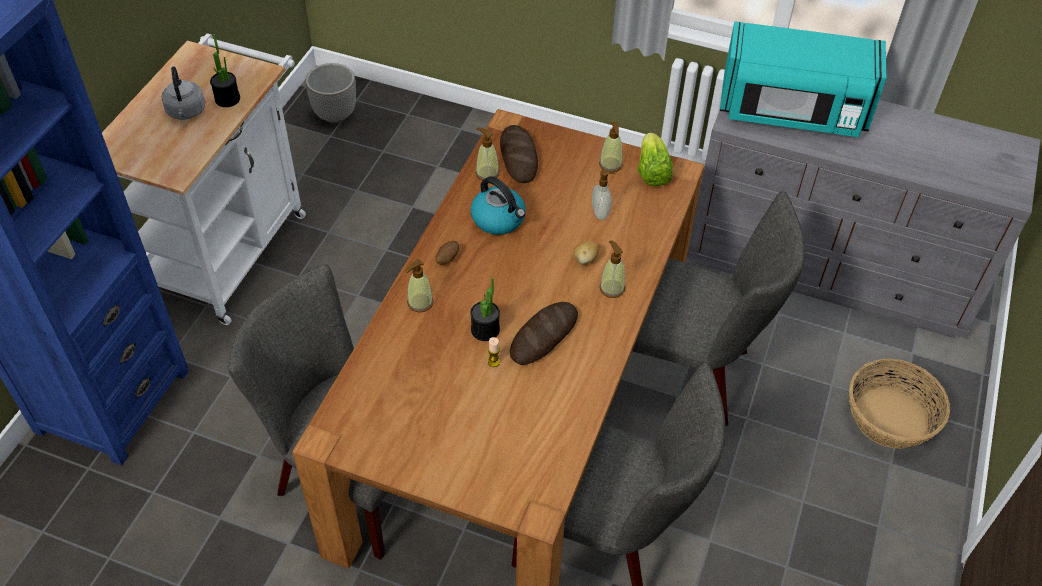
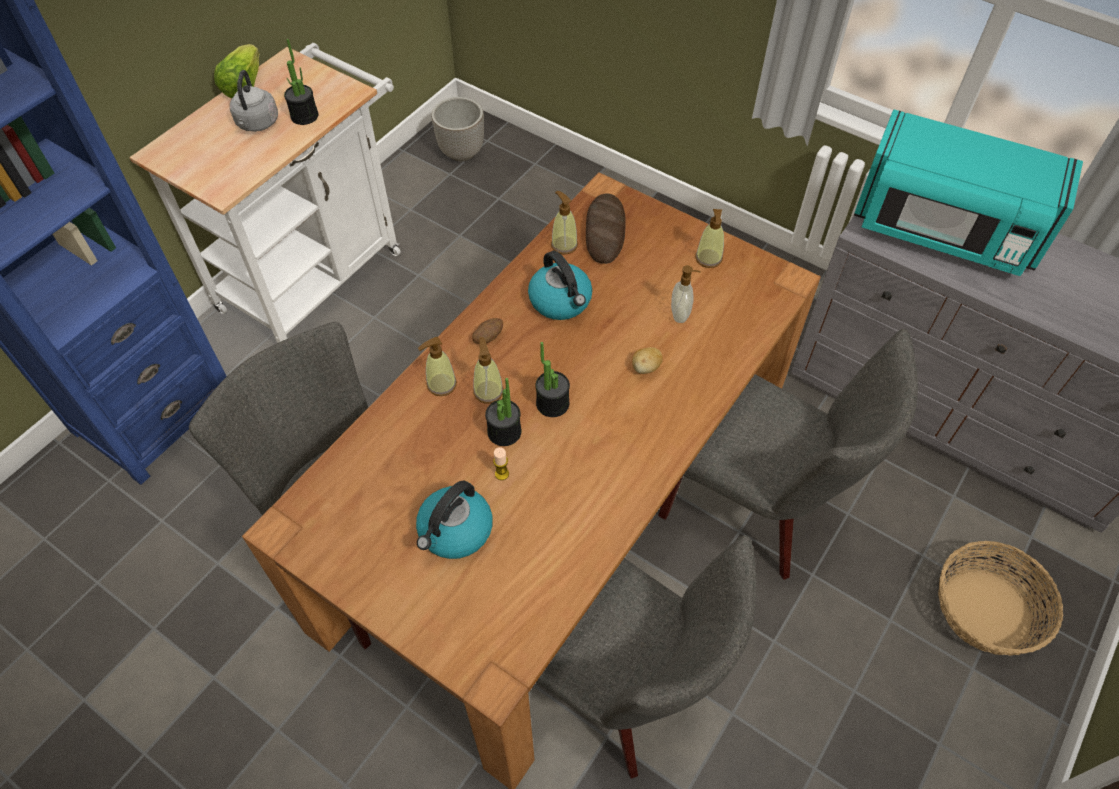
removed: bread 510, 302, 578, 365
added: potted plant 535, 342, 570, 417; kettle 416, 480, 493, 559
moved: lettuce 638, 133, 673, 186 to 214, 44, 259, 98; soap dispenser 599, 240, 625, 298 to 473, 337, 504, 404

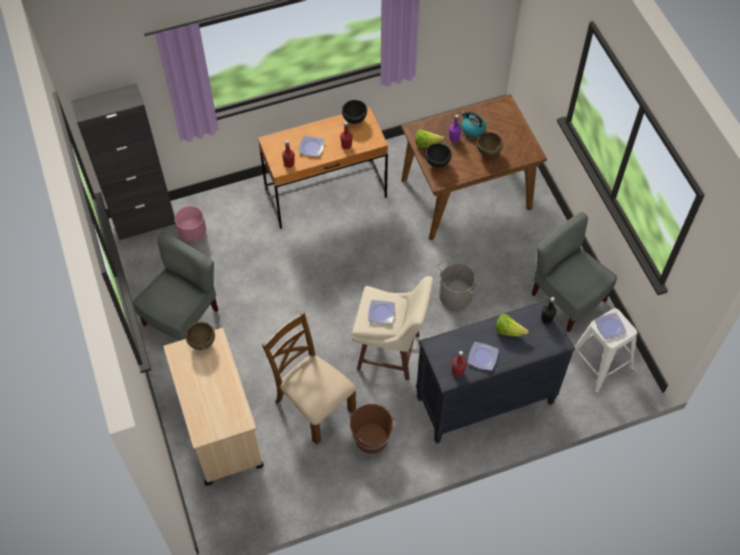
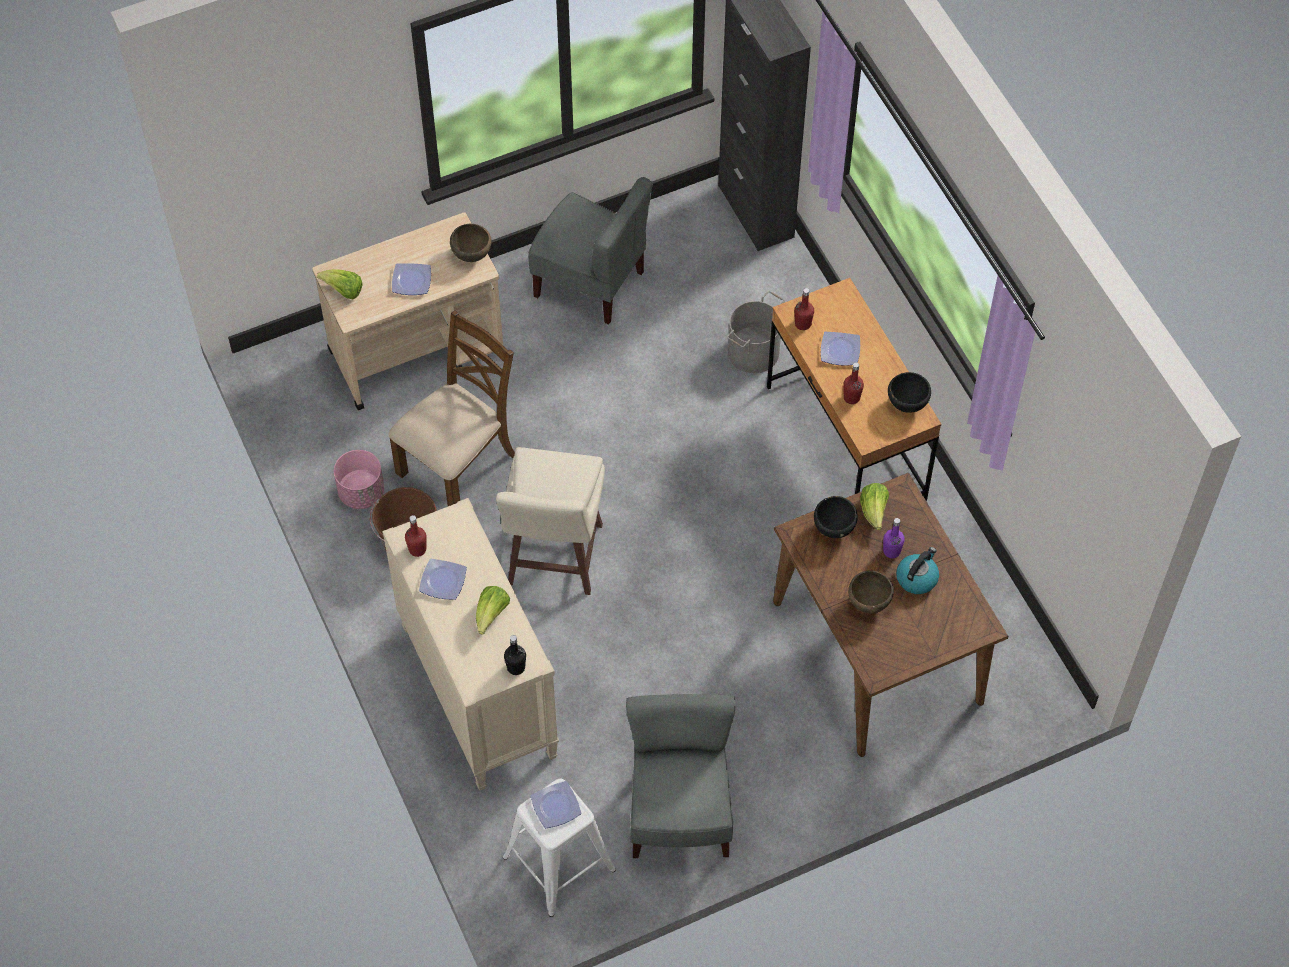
added: lettuce 317, 269, 363, 299
moved: planter/pink 175, 206, 206, 242 to 334, 450, 384, 509; bucket/grey 436, 258, 480, 310 to 727, 291, 785, 373; plate 368, 300, 395, 324 to 392, 263, 431, 295
recoloured: dresser/black 416, 299, 575, 444 to dresser/beige 382, 498, 559, 790
turned: chair/grey 532, 212, 617, 333 = 626, 694, 736, 858 45 degrees counterclockwise

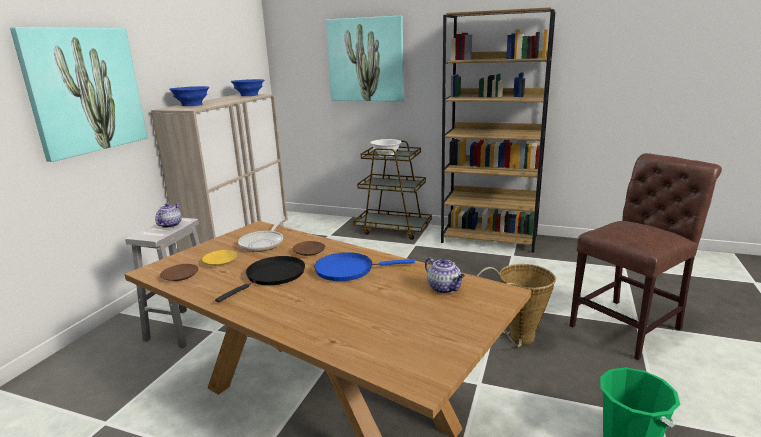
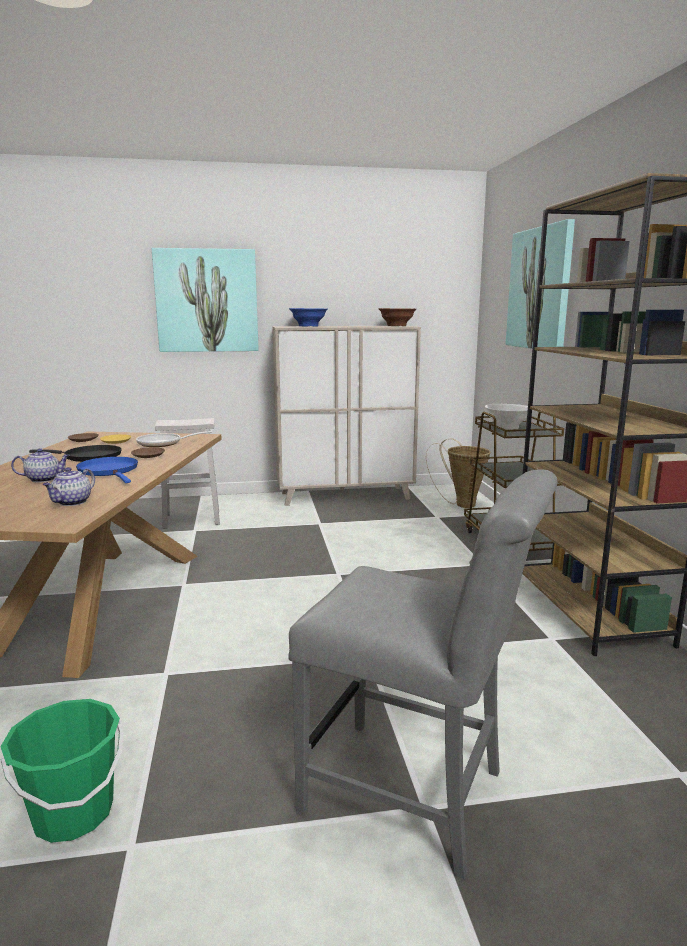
moved: teapot 155, 203, 182, 228 to 11, 448, 70, 482; basket 477, 264, 556, 347 to 426, 439, 490, 508
recoloured: bowl/blue 231, 79, 264, 96 to bowl/brown 378, 308, 416, 326; chair/brown 570, 153, 722, 360 to chair/grey 288, 469, 558, 879

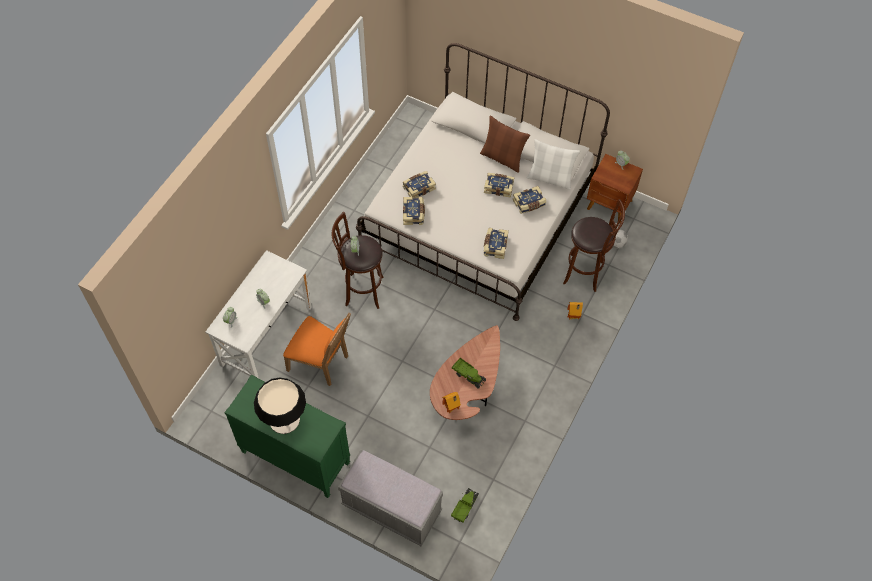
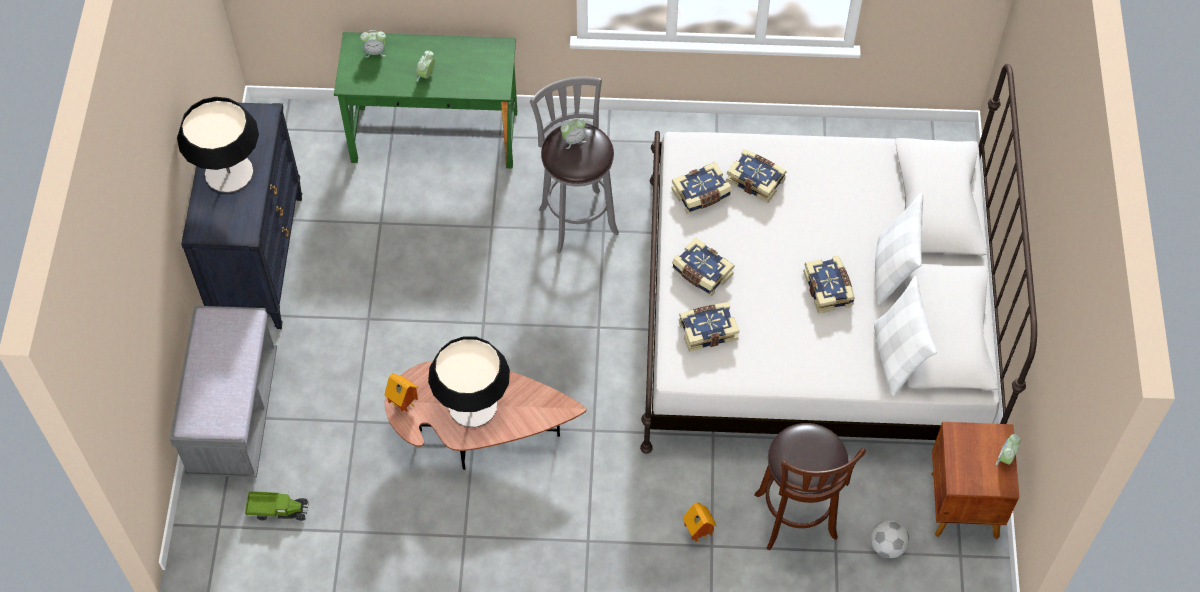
removed: chair/orange 283, 313, 351, 386
moved: book 513, 186, 546, 214 to 672, 237, 734, 296
replaced: toy truck 452, 358, 486, 389 to table lamp 428, 336, 510, 427
recoloured: pillow/brown 480, 116, 530, 173 to pillow/white 875, 193, 923, 306; stool/brown 332, 212, 384, 309 to stool/grey 530, 76, 619, 254; desk/white 205, 250, 312, 379 to desk/green 334, 32, 517, 168; dresser/green 224, 374, 350, 498 to dresser/black 181, 103, 302, 329

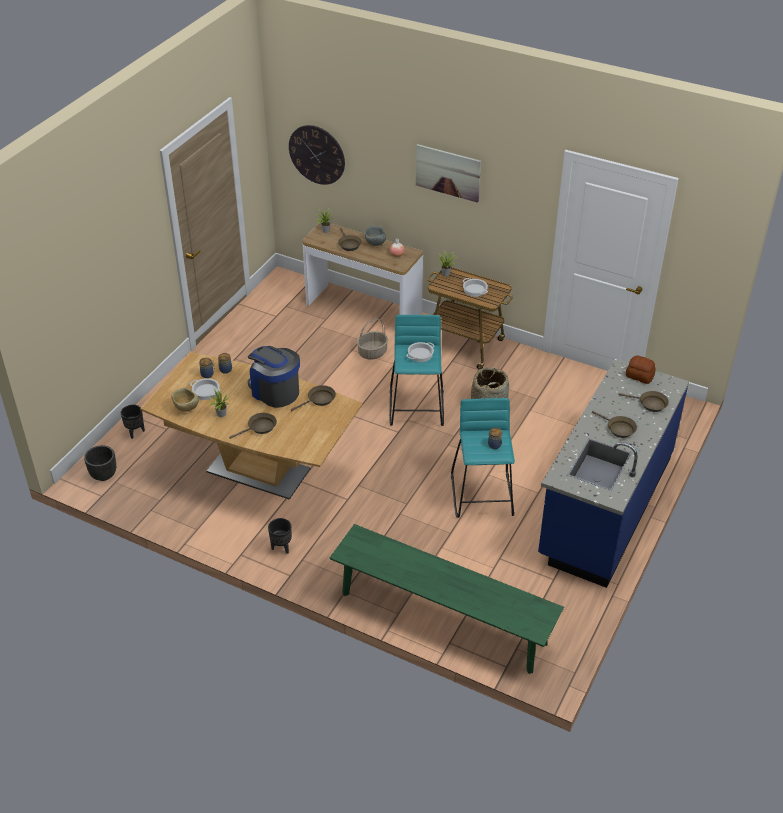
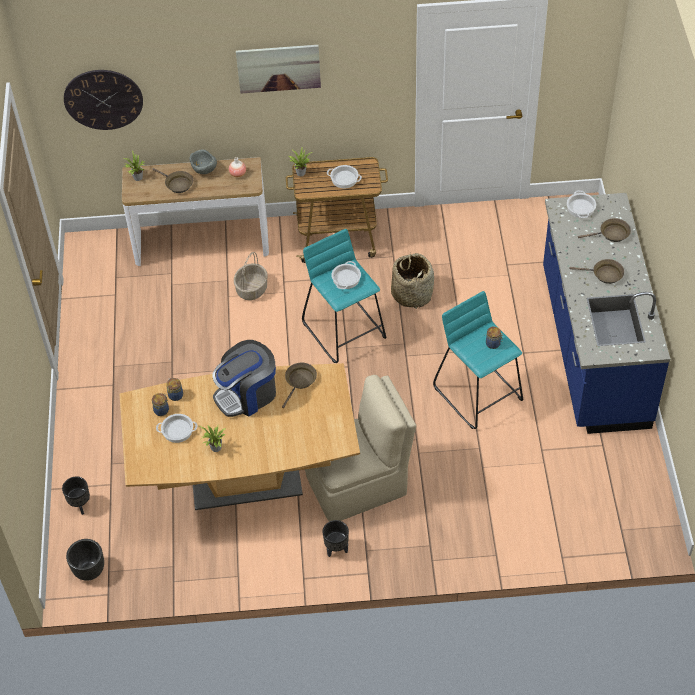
removed: bowl/beige 172, 388, 199, 412; frying pan/brown 229, 413, 277, 439; bench/green 330, 524, 564, 674
added: chair/beige 305, 375, 416, 522
replaced: bread 626, 355, 655, 384 to cooking pot 567, 190, 596, 218
turned: coffee machine 247, 346, 300, 408 = 212, 340, 276, 417 45 degrees counterclockwise

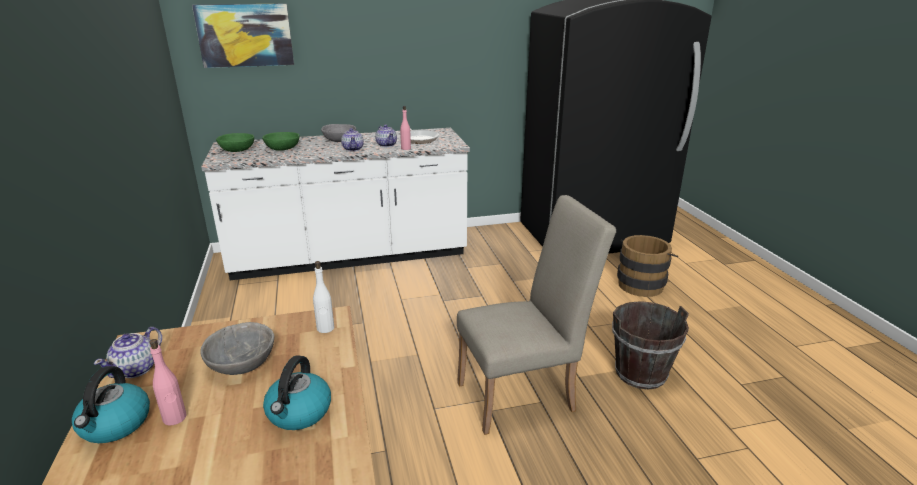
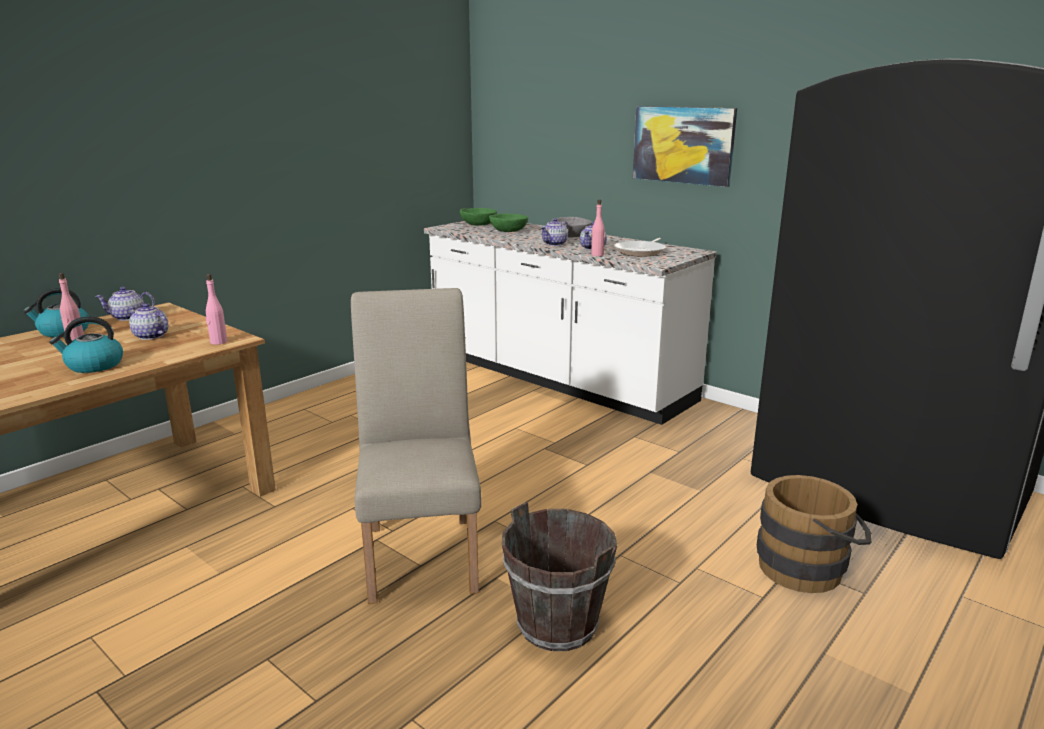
moved: picture 192, 4, 294, 68 to 633, 106, 737, 187
replaced: bowl/grey 200, 322, 274, 375 to teapot 129, 303, 168, 340
recoloured: bottle/white 313, 261, 334, 333 to bottle/pink 206, 274, 227, 345
turned: chair/beige 457, 195, 616, 435 = 351, 288, 481, 604 135 degrees counterclockwise

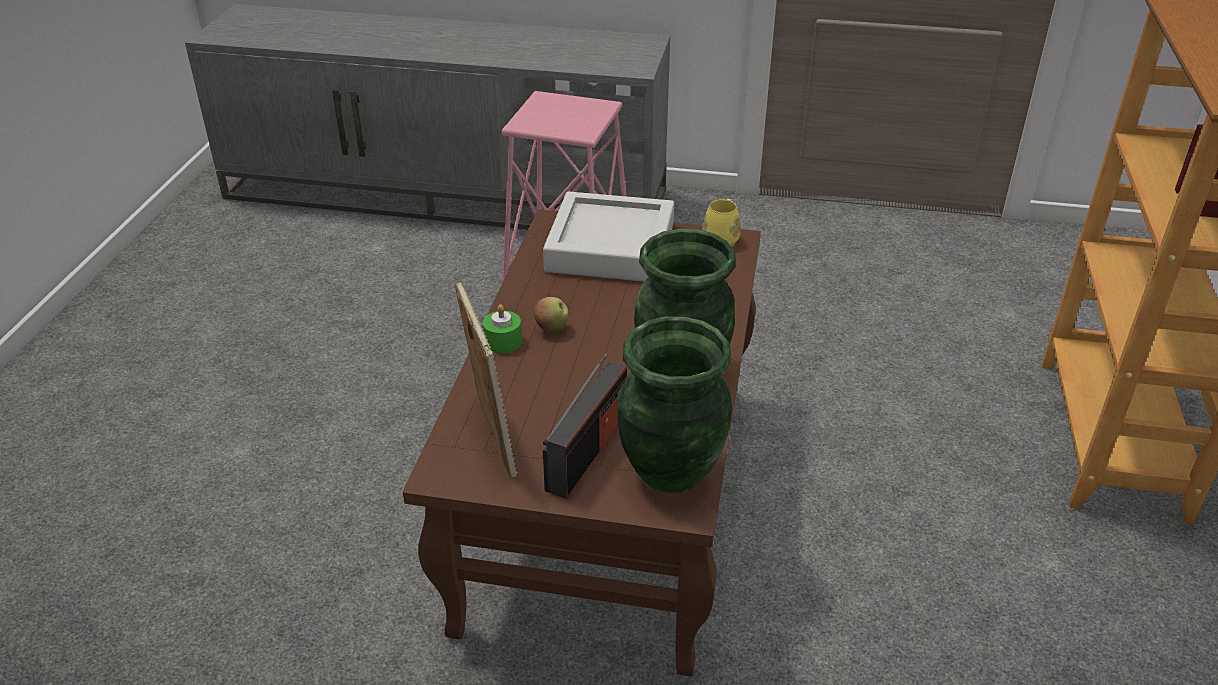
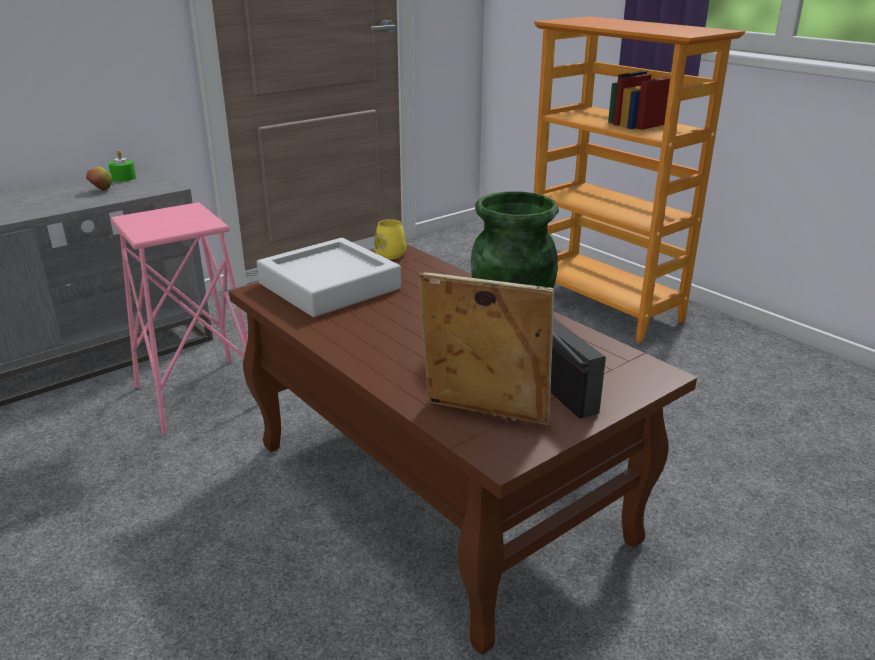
removed: vase/green 618, 316, 732, 493
moved: apple 534, 297, 568, 333 to 86, 167, 112, 190; candle/green 483, 304, 522, 353 to 108, 150, 136, 182

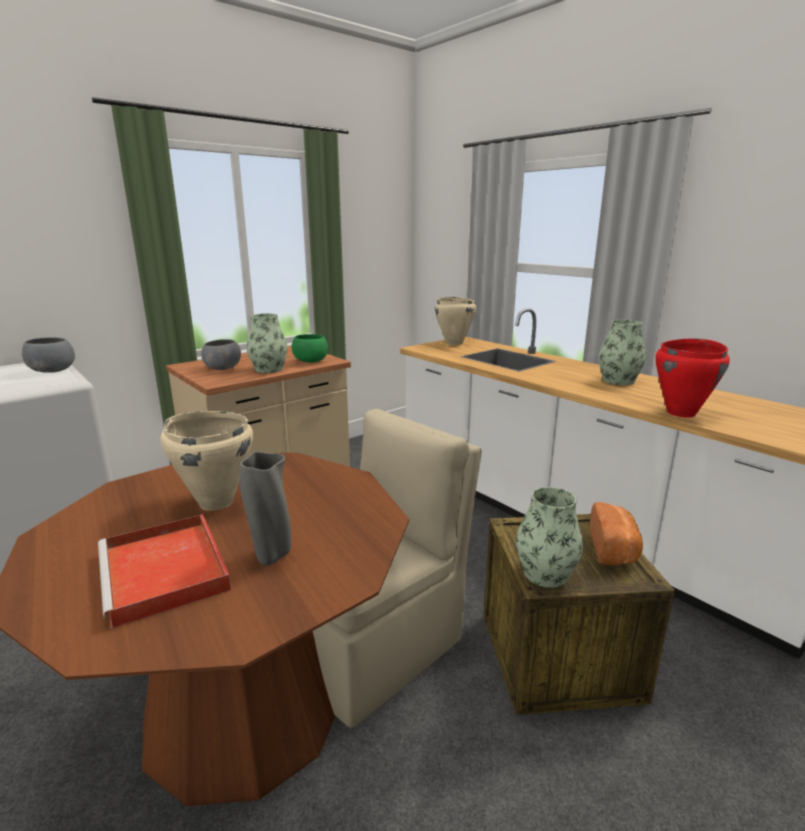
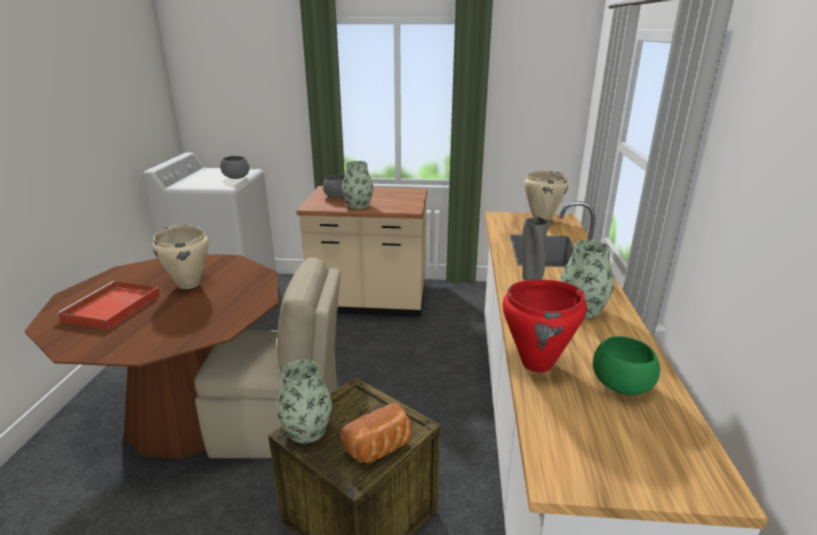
moved: bowl/green 292, 334, 328, 363 to 593, 336, 660, 395; vase/grey 239, 452, 291, 566 to 522, 217, 551, 280

